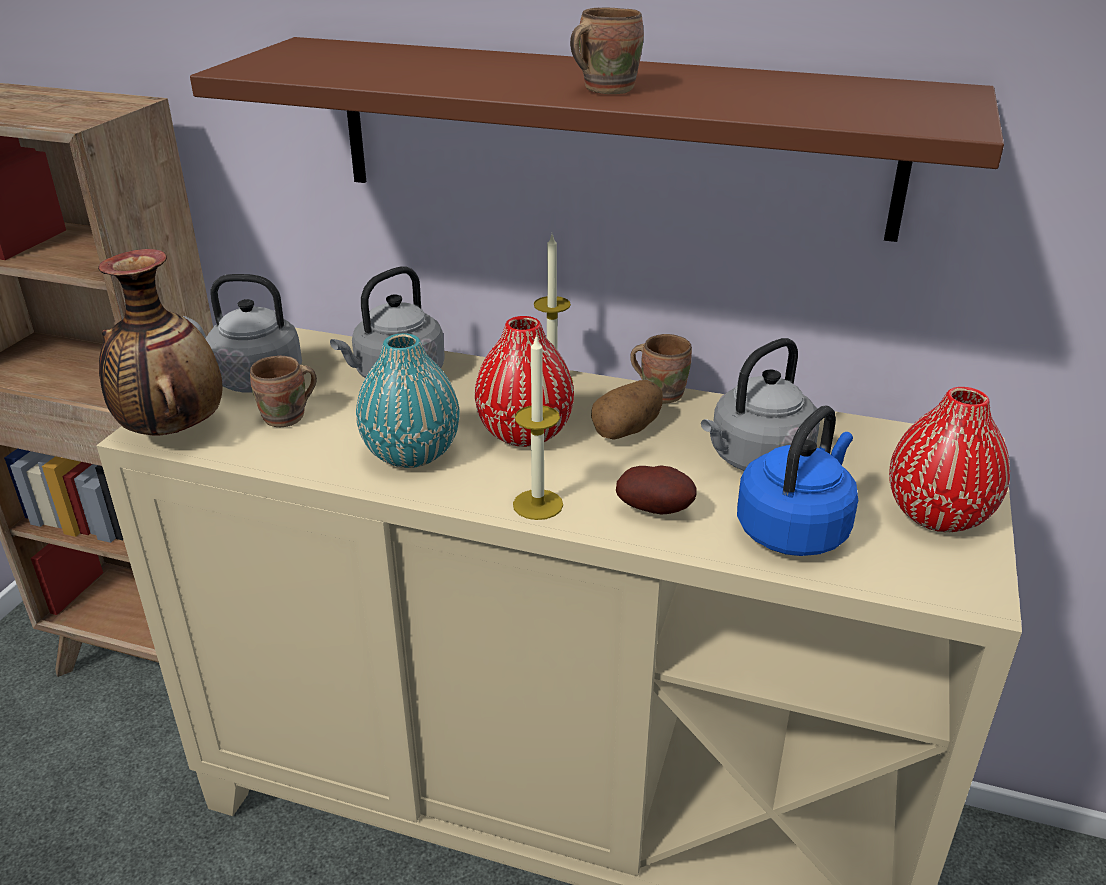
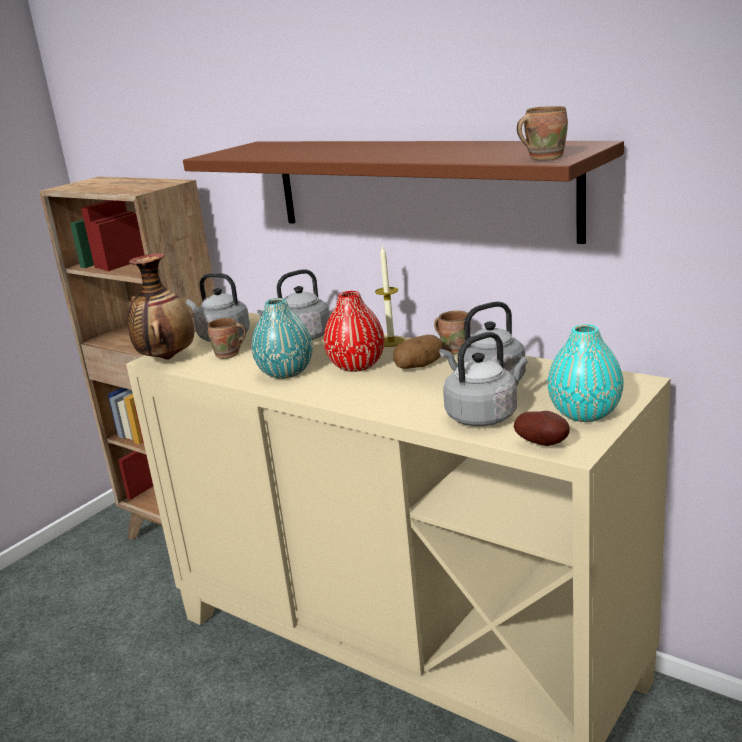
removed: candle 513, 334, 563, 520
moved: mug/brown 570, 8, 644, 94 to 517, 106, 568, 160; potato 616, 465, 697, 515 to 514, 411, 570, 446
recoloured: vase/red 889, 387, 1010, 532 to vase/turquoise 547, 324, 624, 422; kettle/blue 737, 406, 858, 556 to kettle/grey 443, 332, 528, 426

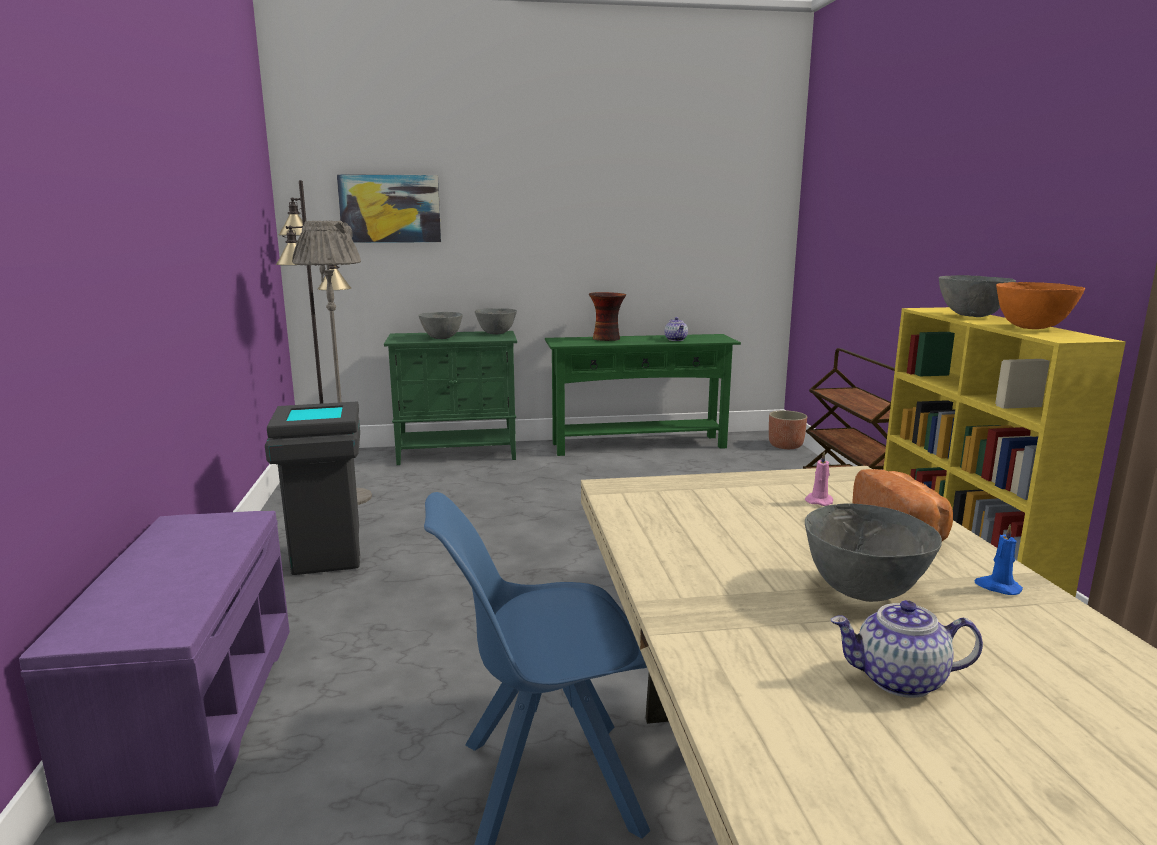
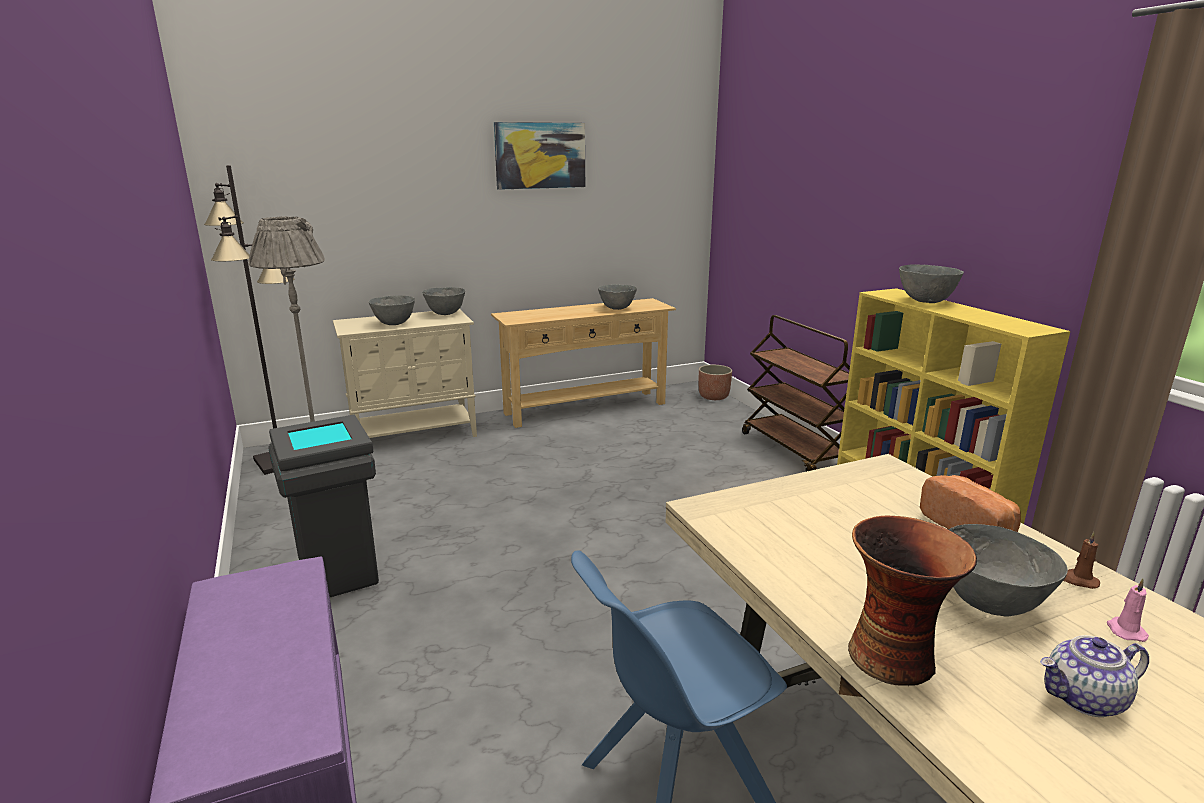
removed: bowl/orange 996, 282, 1085, 329
moved: picture 337, 174, 441, 243 to 494, 122, 585, 190; vase 589, 292, 626, 341 to 848, 516, 977, 686; candle/pink 805, 452, 833, 506 to 1107, 578, 1149, 642
replaced: teapot 664, 317, 688, 341 to bowl/grey 598, 284, 637, 310
recoloured: cabinet/green 384, 331, 517, 465 to cabinet/beige 333, 309, 477, 438; console table/green 545, 334, 741, 456 to console table/beige 491, 298, 676, 428; candle/blue 974, 524, 1023, 595 to candle/brown 1063, 532, 1100, 589

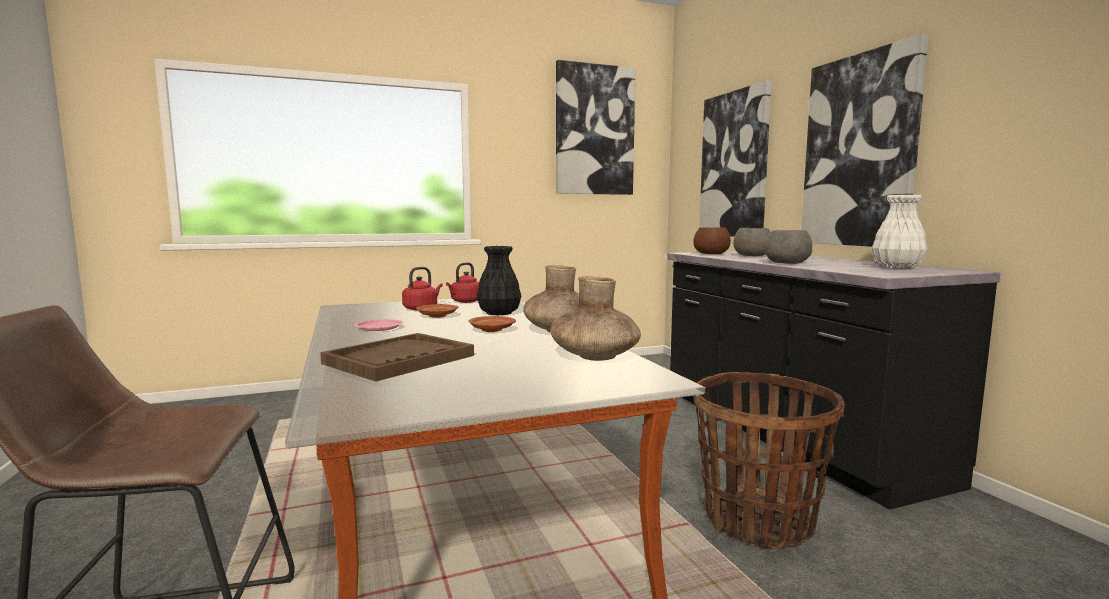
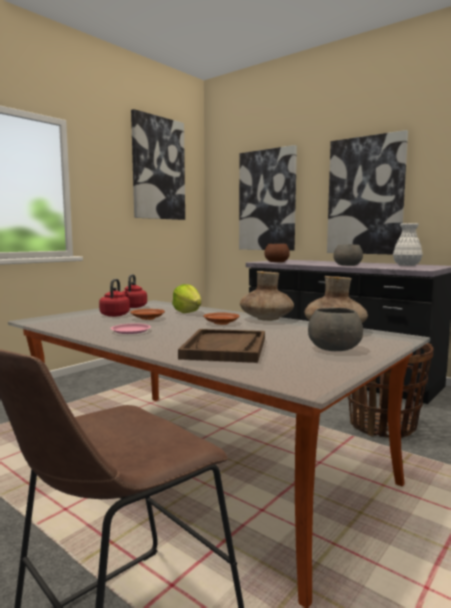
moved: bowl/grey 733, 228, 771, 256 to 308, 308, 363, 351
replaced: vase/black 477, 246, 521, 315 to lettuce 172, 284, 201, 313

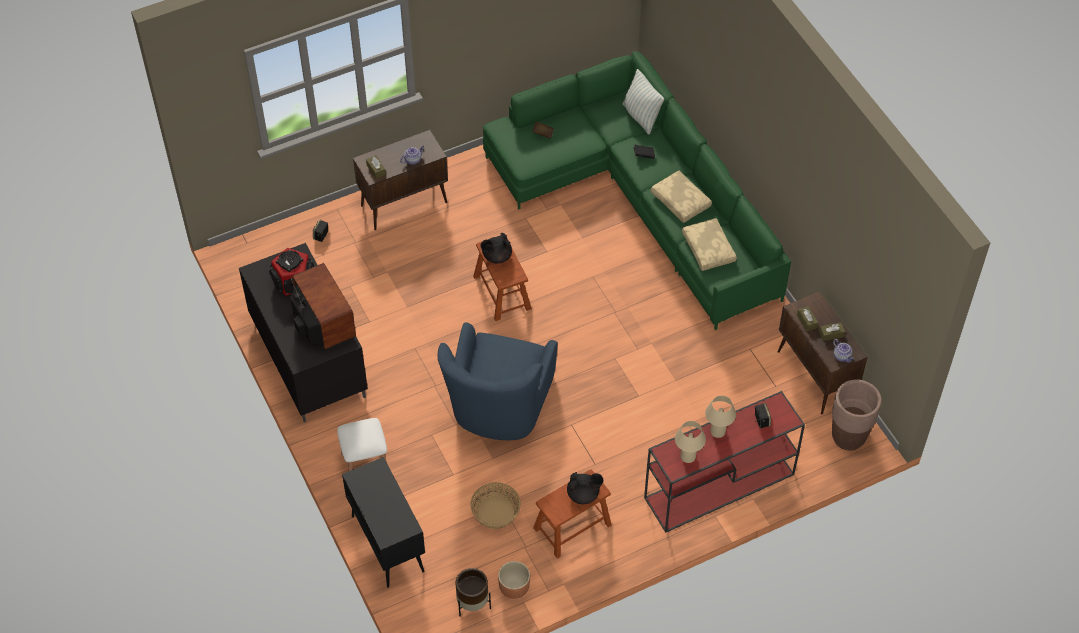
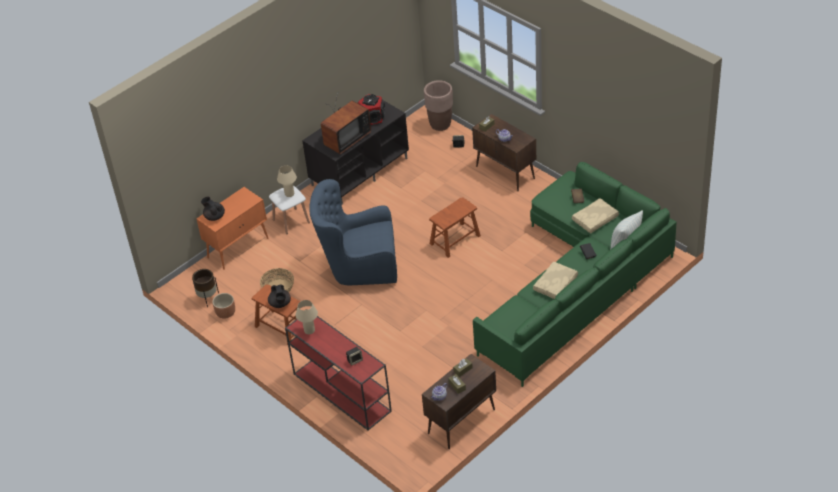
moved: pillow/beige 682, 218, 737, 271 to 572, 198, 619, 233; teapot/black 480, 233, 512, 264 to 201, 197, 225, 221; planter/brown 832, 379, 882, 451 to 424, 80, 453, 131; table lamp/beige 705, 395, 736, 438 to 277, 165, 297, 197
recoloured: cabinet/black 342, 457, 425, 588 to cabinet/orange 197, 187, 269, 270

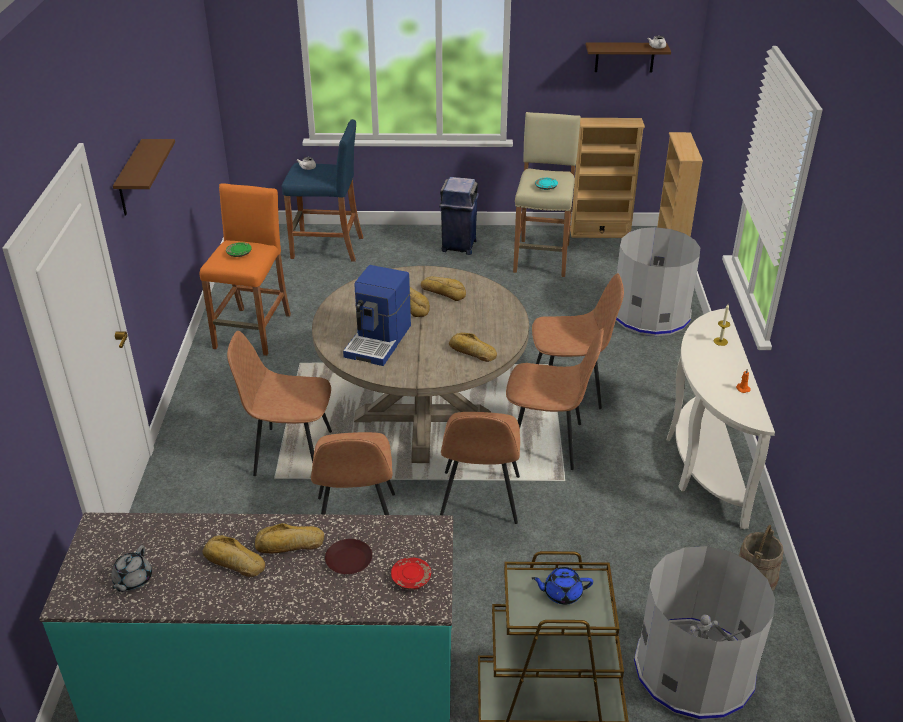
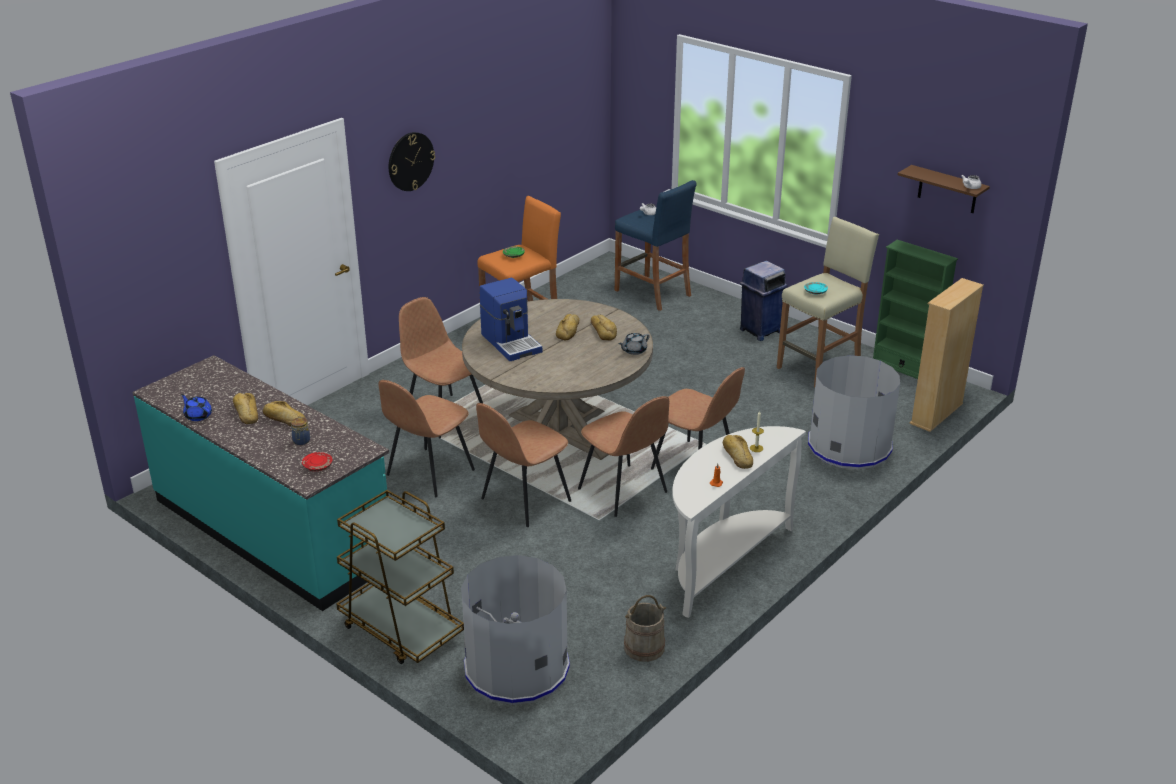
moved: bread 449, 333, 497, 362 to 723, 435, 753, 469; teapot/grey 111, 545, 152, 592 to 619, 333, 650, 355; teapot/blue 532, 567, 593, 605 to 181, 394, 212, 421
replaced: shelf/brown 113, 139, 175, 216 to wall clock 389, 132, 435, 191; plate/brown 325, 539, 372, 574 to jar 291, 417, 310, 445
recoloured: bookcase/beige 570, 118, 645, 238 to bookcase/green 873, 240, 958, 379
turned: coffee machine 343, 265, 411, 366 = 479, 278, 542, 361 90 degrees counterclockwise

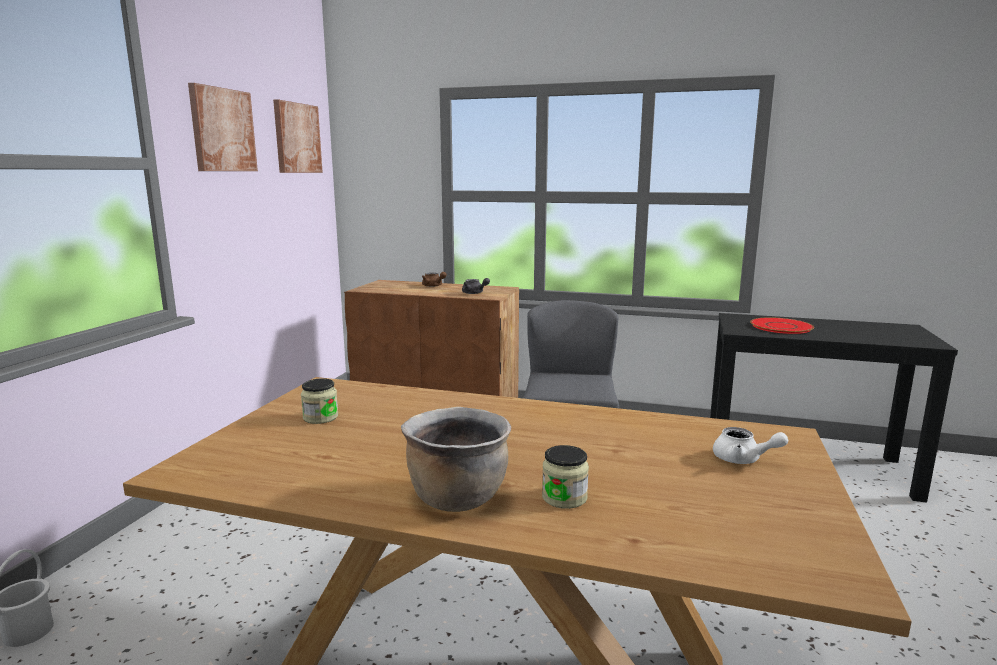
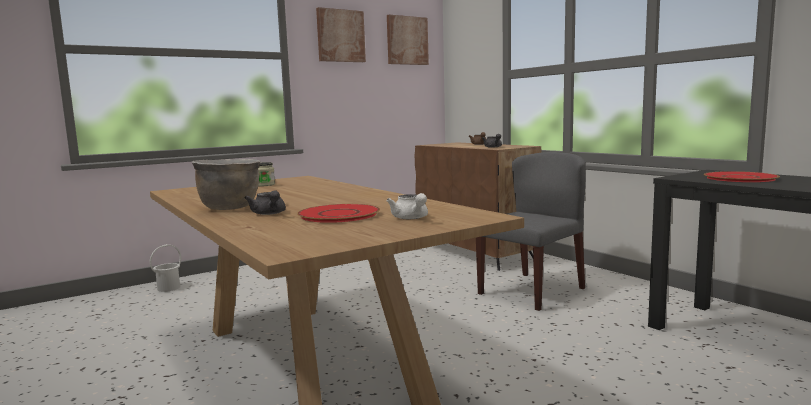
added: plate/red 297, 204, 380, 223
replaced: jar 542, 445, 589, 509 to teapot/grey 245, 190, 286, 215

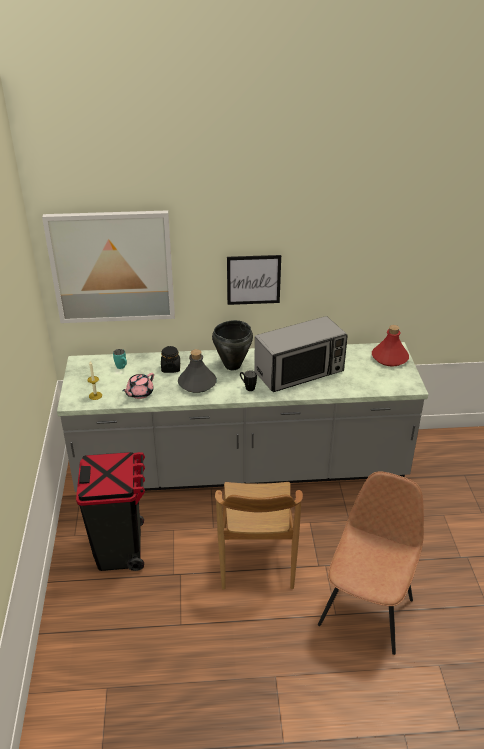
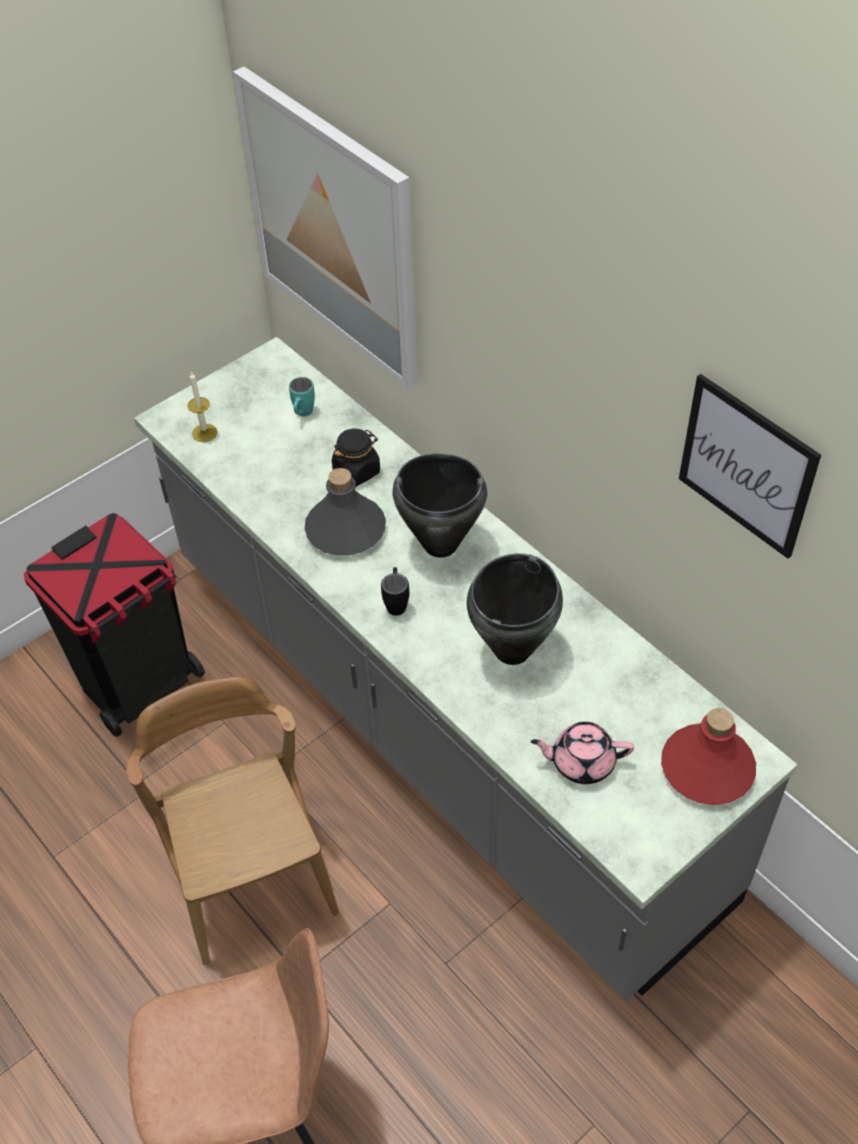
moved: picture 227, 255, 281, 305 to 679, 374, 821, 559; teapot/pink 122, 373, 154, 399 to 531, 722, 634, 784
replaced: microwave 254, 316, 348, 392 to cooking pot/black 467, 553, 563, 665
turned: chair/brown 215, 482, 303, 590 = 126, 676, 339, 965 105 degrees clockwise

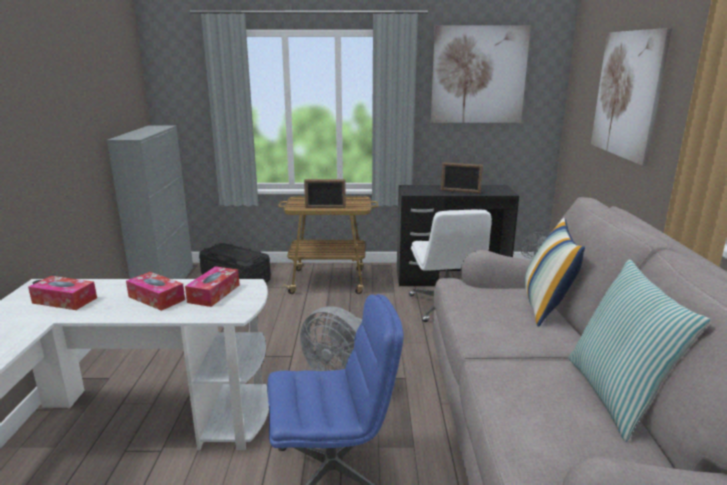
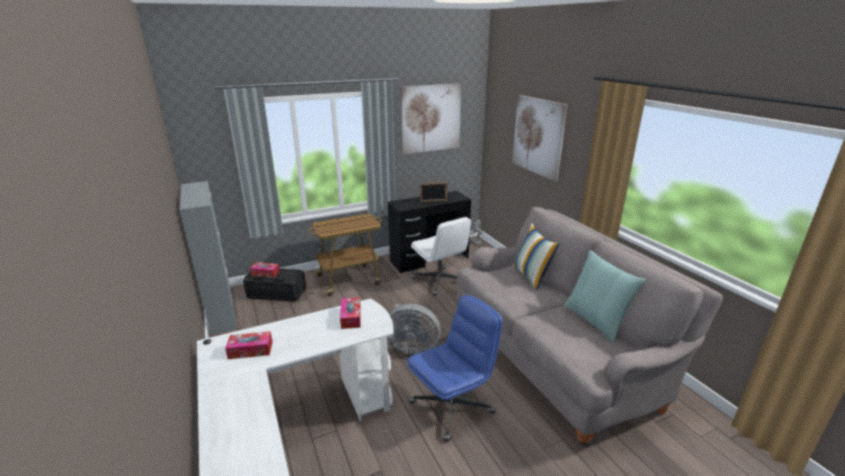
removed: picture frame 304, 179, 346, 208
moved: tissue box 126, 272, 185, 311 to 250, 262, 280, 277

